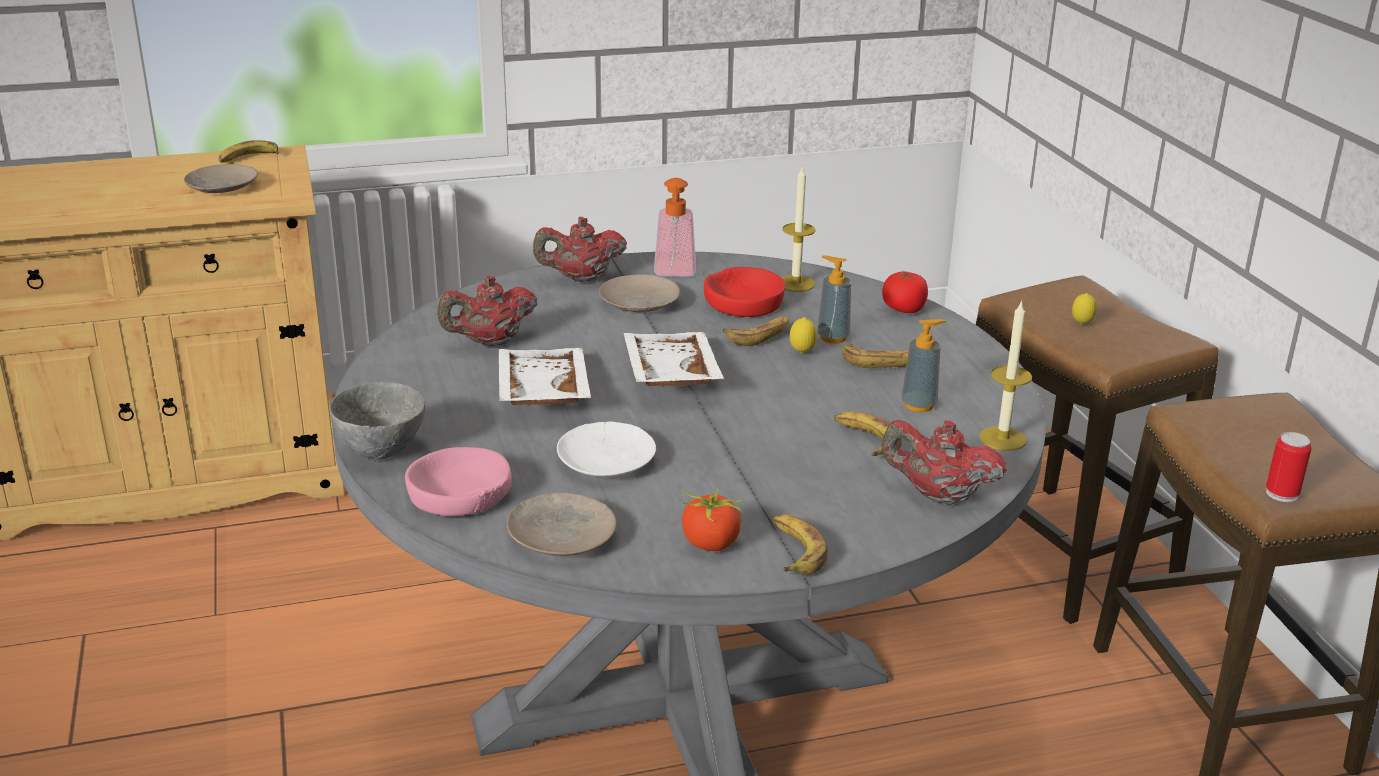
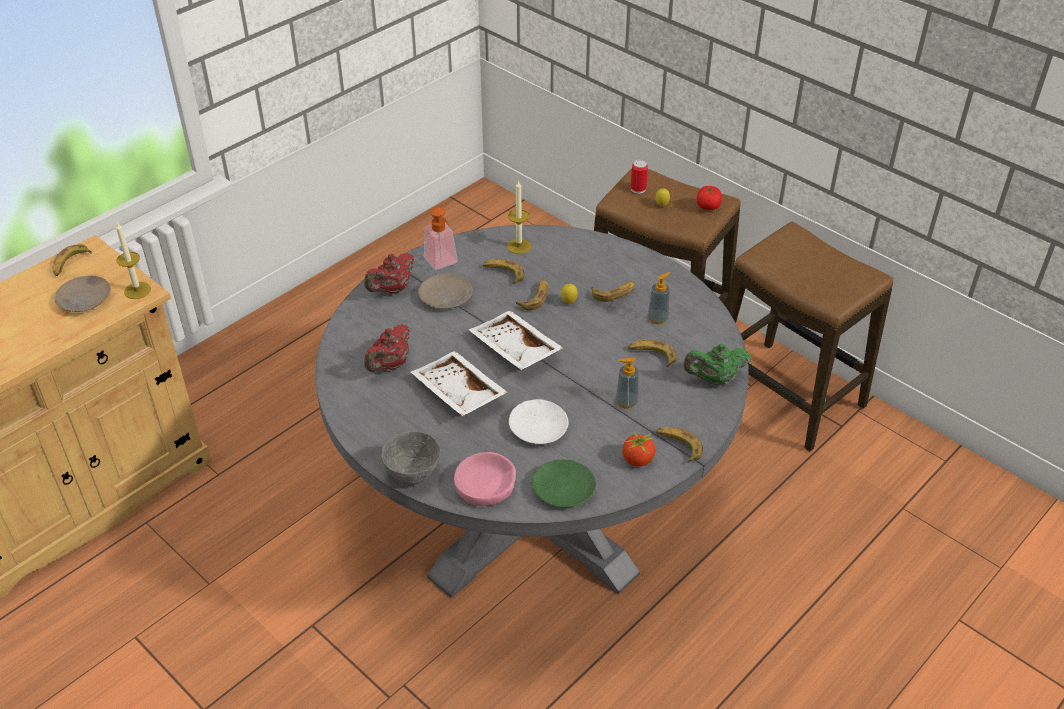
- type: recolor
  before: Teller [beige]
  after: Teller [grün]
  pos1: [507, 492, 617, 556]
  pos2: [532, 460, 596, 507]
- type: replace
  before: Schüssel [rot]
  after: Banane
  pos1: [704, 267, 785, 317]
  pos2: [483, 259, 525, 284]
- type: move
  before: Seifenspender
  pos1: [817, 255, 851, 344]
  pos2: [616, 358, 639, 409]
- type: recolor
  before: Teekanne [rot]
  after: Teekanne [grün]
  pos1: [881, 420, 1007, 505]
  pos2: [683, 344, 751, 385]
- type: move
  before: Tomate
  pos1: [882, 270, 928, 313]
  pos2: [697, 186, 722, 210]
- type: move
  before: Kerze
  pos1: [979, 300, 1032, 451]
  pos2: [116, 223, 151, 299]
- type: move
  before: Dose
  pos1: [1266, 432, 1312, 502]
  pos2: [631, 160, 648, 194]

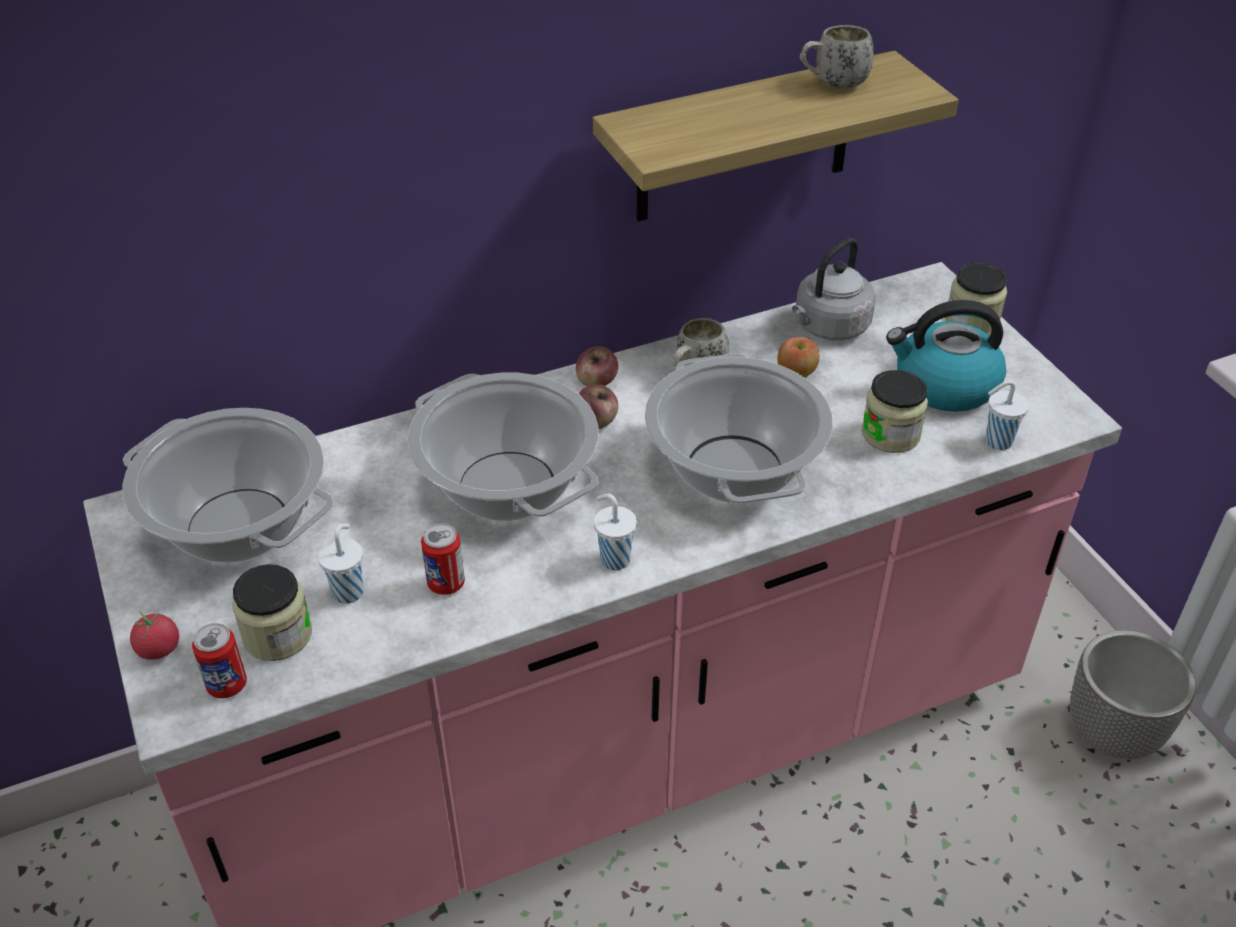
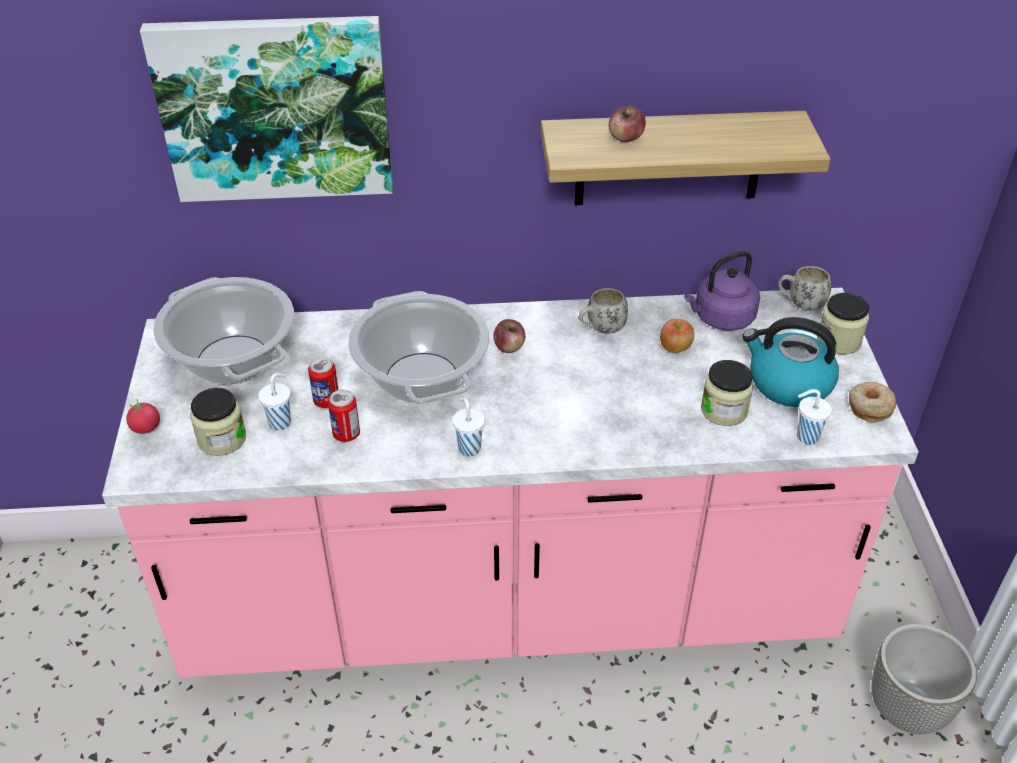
- type: move
  before: Dose
  pos1: [192, 623, 247, 699]
  pos2: [308, 357, 339, 408]
- type: move
  before: Apfel
  pos1: [576, 346, 618, 386]
  pos2: [609, 106, 646, 142]
- type: delete
  before: Kochtopf
  pos1: [645, 353, 833, 504]
- type: recolor
  before: Wasserkessel [grau]
  after: Wasserkessel [lila]
  pos1: [792, 238, 876, 340]
  pos2: [684, 251, 760, 330]
- type: move
  before: Henkelbecher [weiß]
  pos1: [799, 25, 874, 89]
  pos2: [778, 266, 831, 310]
- type: insert
  after: Bild
  pos2: [140, 16, 393, 202]
- type: insert
  after: Donut
  pos2: [849, 382, 896, 422]

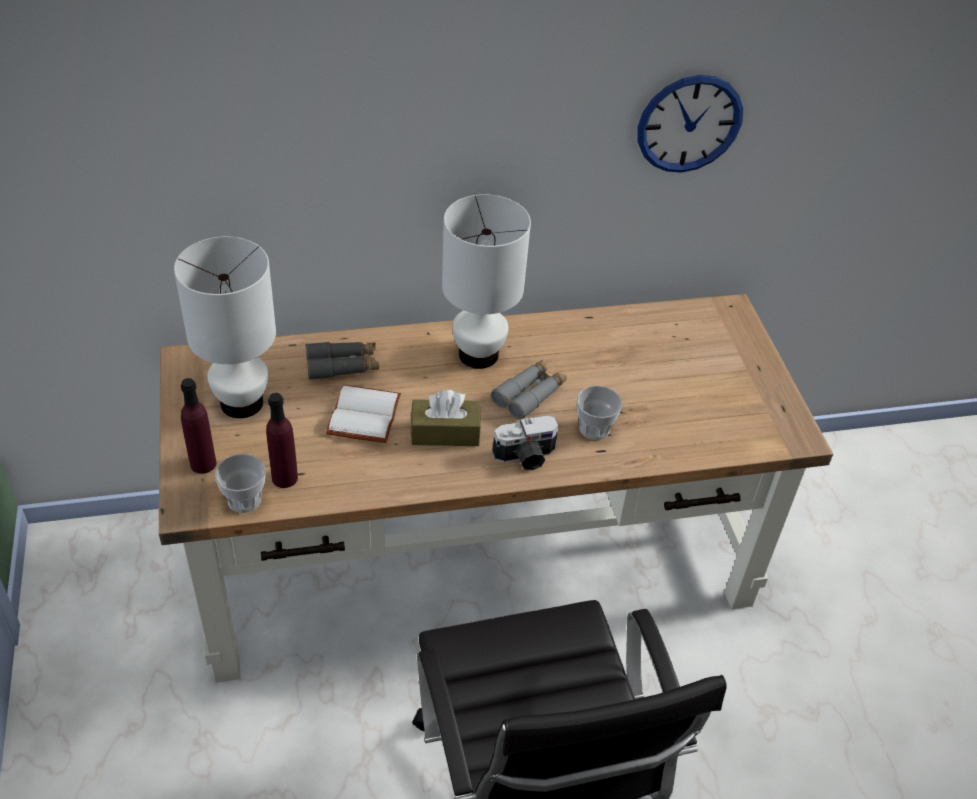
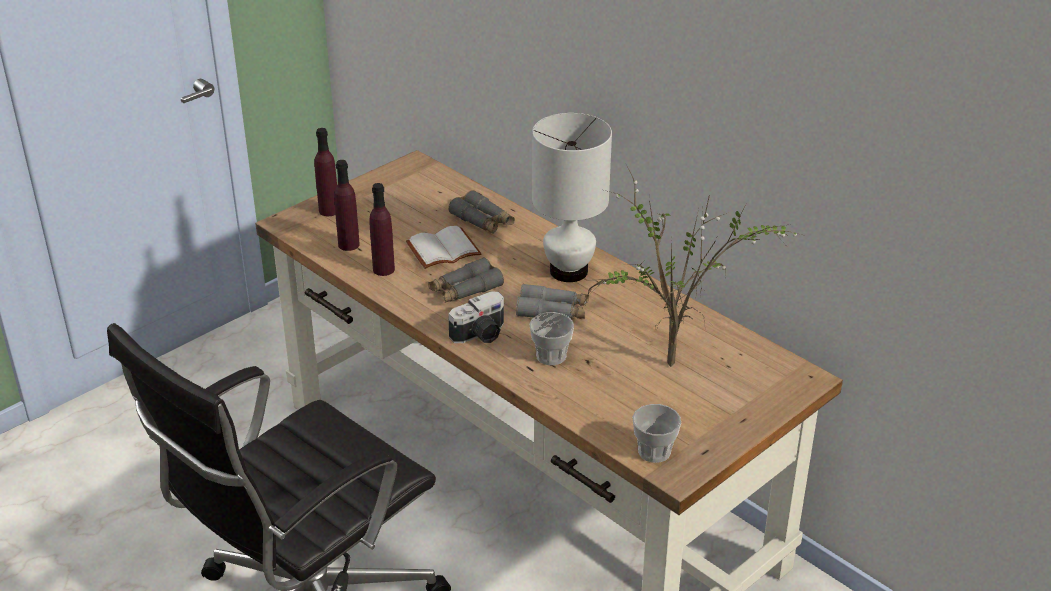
- type: delete
  before: Tischlampe [weiß]
  pos1: [174, 237, 276, 418]
- type: move
  before: Tasse
  pos1: [215, 454, 265, 513]
  pos2: [632, 404, 681, 463]
- type: replace
  before: Taschentuchbox [braun]
  after: Fernglas [grau]
  pos1: [411, 390, 481, 446]
  pos2: [428, 257, 504, 303]
- type: rotate
  before: Kamera
  pos1: [492, 415, 559, 470]
  pos2: [448, 291, 504, 343]
  turn: -75
- type: delete
  before: Wanduhr
  pos1: [637, 75, 743, 173]
- type: insert
  after: Flasche [lila]
  pos2: [369, 183, 395, 276]
- type: insert
  after: Topfpflanze
  pos2: [585, 168, 797, 367]

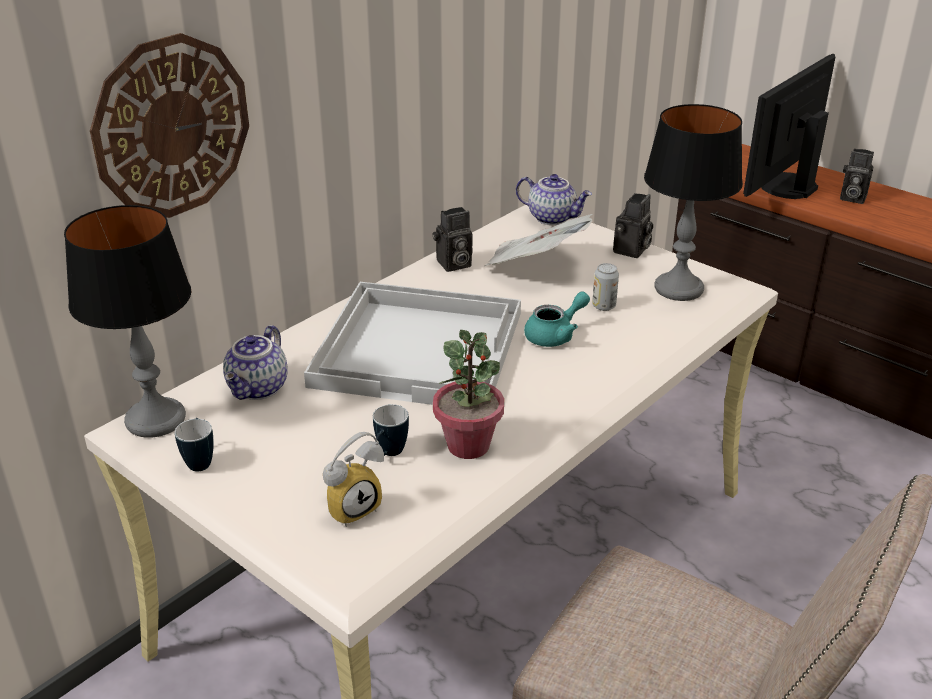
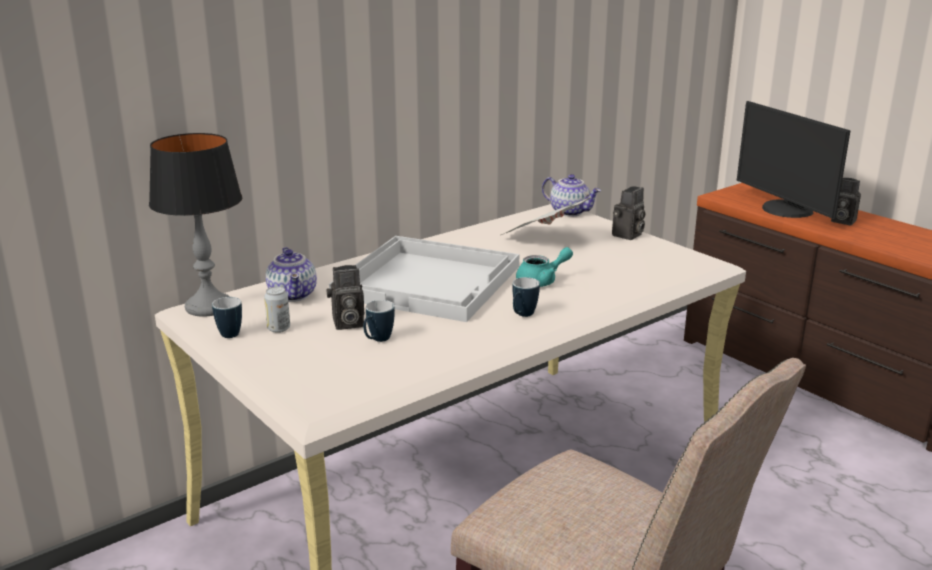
- type: delete
  before: Wanduhr
  pos1: [90, 33, 249, 218]
- type: rotate
  before: Teekanne
  pos1: [223, 325, 288, 400]
  pos2: [266, 247, 317, 302]
  turn: -45
- type: delete
  before: Wecker
  pos1: [323, 432, 384, 527]
- type: move
  before: Kamera
  pos1: [432, 207, 473, 272]
  pos2: [326, 265, 364, 330]
- type: delete
  before: Topfpflanze
  pos1: [433, 330, 504, 459]
- type: move
  before: Dose
  pos1: [592, 263, 619, 311]
  pos2: [264, 286, 290, 333]
- type: delete
  before: Tischlampe
  pos1: [644, 104, 743, 301]
- type: rotate
  before: Monitor
  pos1: [743, 54, 835, 199]
  pos2: [737, 101, 850, 219]
  turn: -75
- type: insert
  after: Henkelbecher
  pos2: [512, 277, 540, 317]

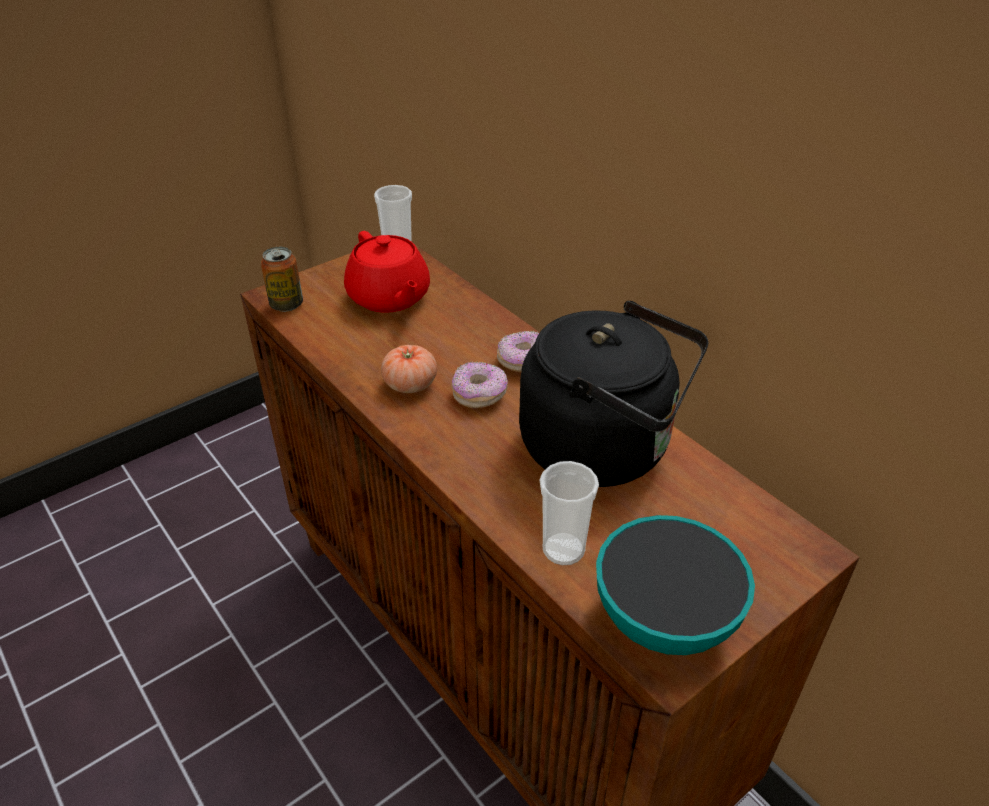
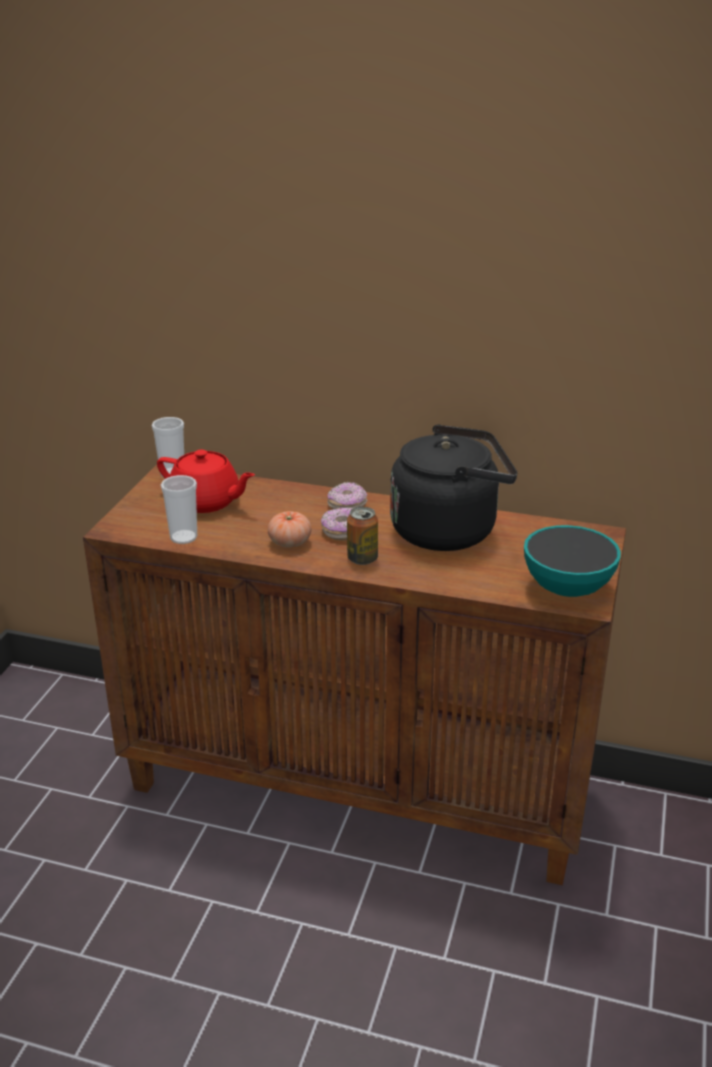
- type: move
  before: Dose
  pos1: [261, 247, 303, 312]
  pos2: [347, 507, 378, 565]
- type: move
  before: Tasse
  pos1: [539, 461, 599, 565]
  pos2: [161, 475, 197, 544]

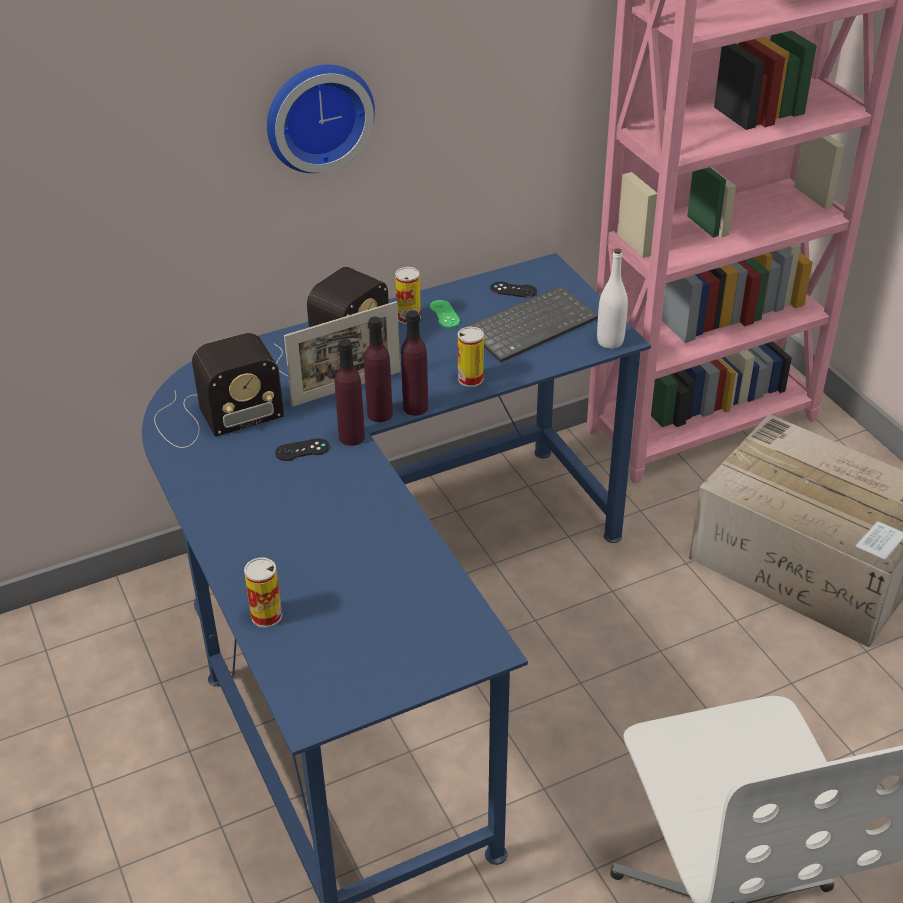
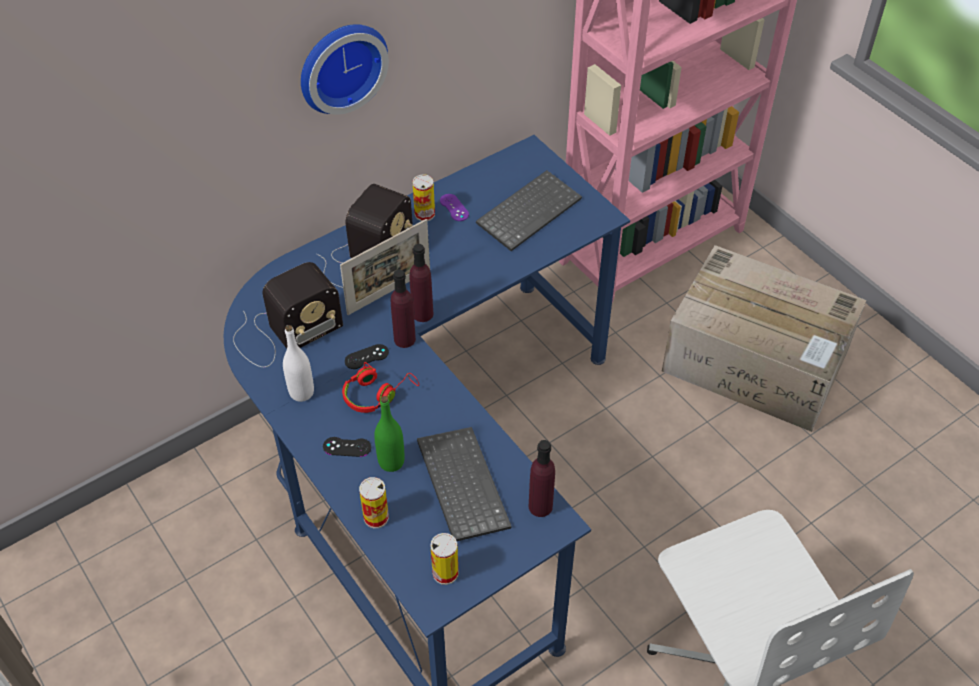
- type: move
  before: Flasche [lila]
  pos1: [401, 310, 428, 416]
  pos2: [528, 440, 555, 517]
- type: recolor
  before: Gamepad [grün]
  after: Gamepad [lila]
  pos1: [430, 300, 460, 328]
  pos2: [440, 194, 469, 221]
- type: move
  before: Dose
  pos1: [458, 327, 484, 387]
  pos2: [430, 533, 459, 585]
- type: move
  before: Gamepad [schwarz]
  pos1: [490, 281, 537, 298]
  pos2: [323, 437, 371, 457]
- type: move
  before: Flasche [weiß]
  pos1: [597, 248, 628, 349]
  pos2: [283, 325, 314, 402]
- type: insert
  after: Kopfhörer [rot]
  pos2: [342, 362, 419, 413]
- type: insert
  after: Flasche [grün]
  pos2: [374, 396, 405, 472]
- type: insert
  after: Tastatur
  pos2: [417, 427, 512, 541]

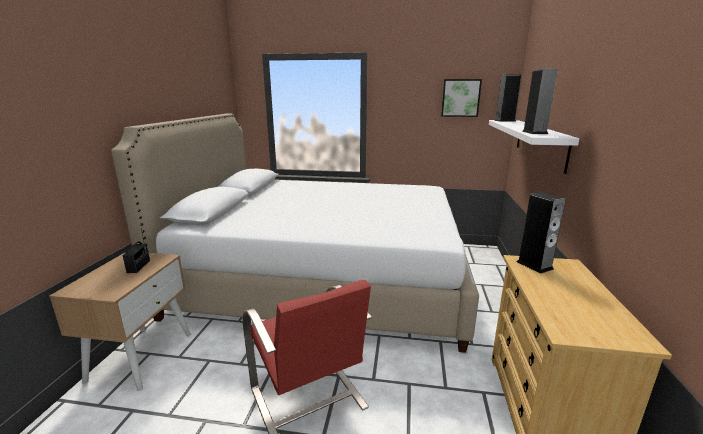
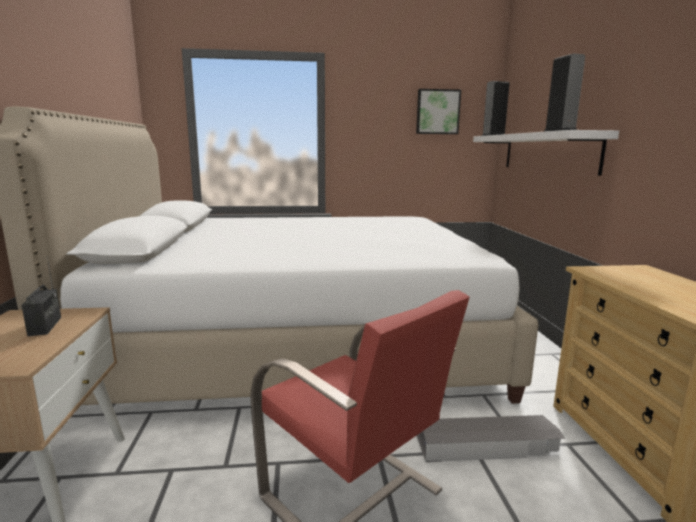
- type: delete
  before: Lautsprecher
  pos1: [516, 192, 566, 274]
- type: insert
  after: Aufbewahrungsbox [grau]
  pos2: [417, 415, 565, 462]

